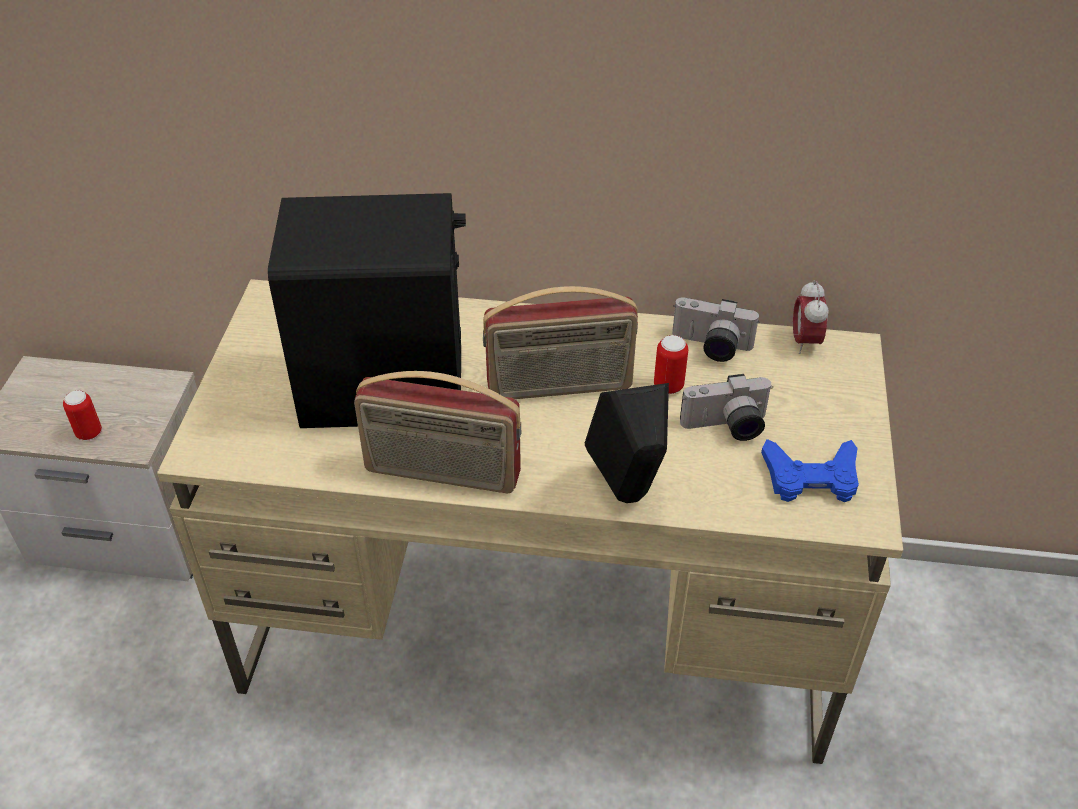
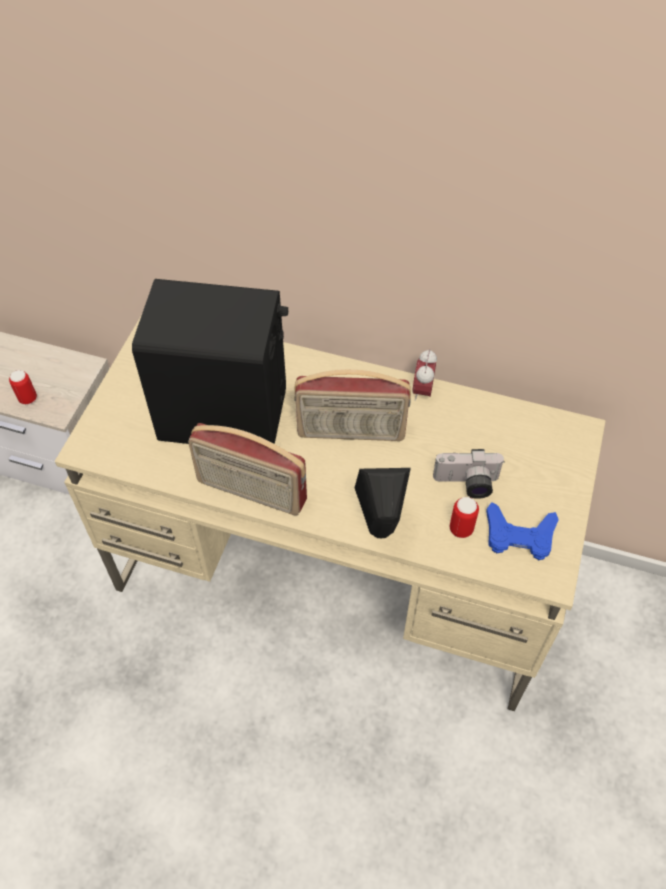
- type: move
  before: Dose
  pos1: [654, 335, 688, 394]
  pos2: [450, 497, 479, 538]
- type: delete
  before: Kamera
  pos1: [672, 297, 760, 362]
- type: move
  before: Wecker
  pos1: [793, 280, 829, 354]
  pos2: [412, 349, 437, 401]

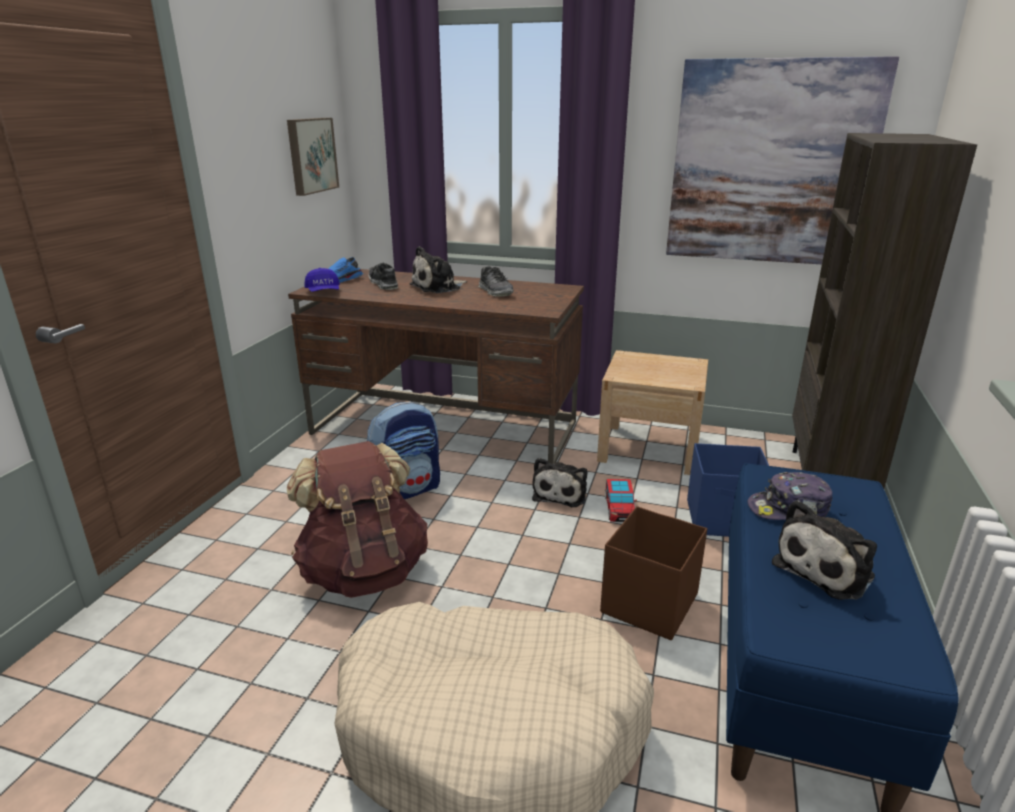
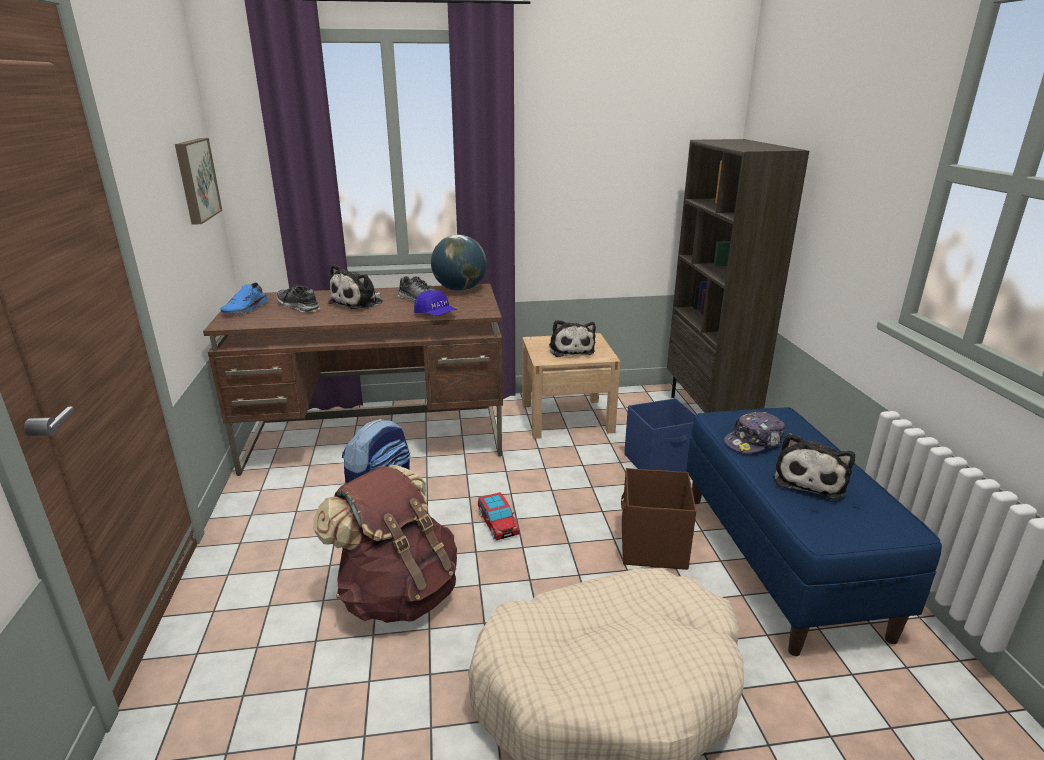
- type: move
  before: Kappe [blau]
  pos1: [304, 268, 340, 292]
  pos2: [414, 290, 457, 316]
- type: move
  before: Plüschtier
  pos1: [532, 458, 587, 507]
  pos2: [549, 320, 596, 357]
- type: move
  before: Spielzeugauto
  pos1: [605, 479, 637, 522]
  pos2: [478, 492, 519, 540]
- type: delete
  before: Bild
  pos1: [666, 56, 899, 264]
- type: insert
  after: Globus
  pos2: [431, 235, 487, 291]

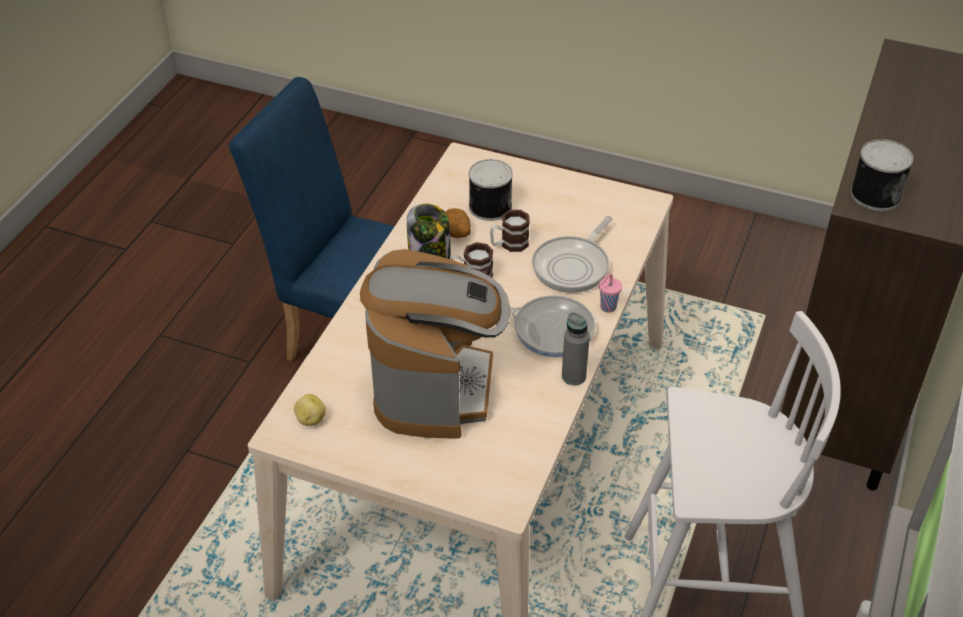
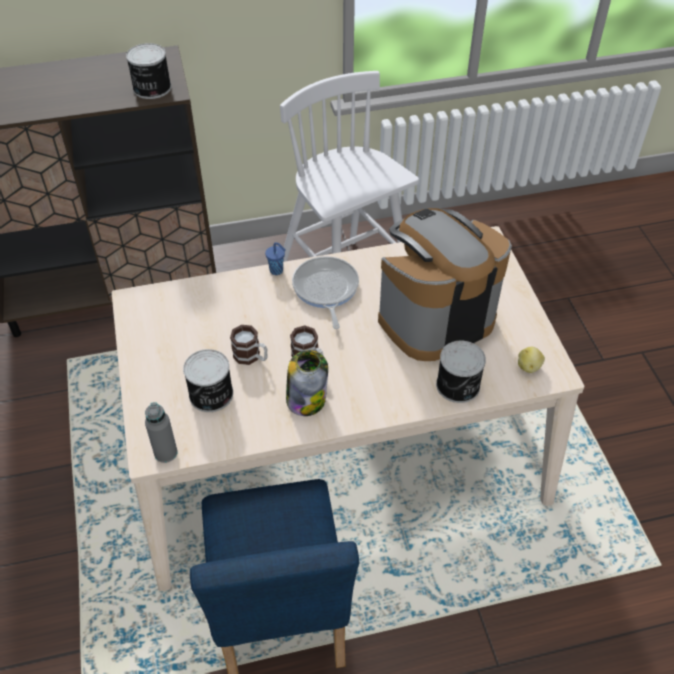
- type: delete
  before: Kartoffel
  pos1: [446, 208, 471, 238]
- type: delete
  before: Pfanne
  pos1: [532, 216, 613, 293]
- type: move
  before: Flasche [grau]
  pos1: [562, 312, 590, 385]
  pos2: [145, 402, 178, 463]
- type: recolor
  before: Tasse [rosa]
  after: Tasse [blau]
  pos1: [599, 273, 622, 313]
  pos2: [265, 242, 286, 275]
- type: insert
  after: Dose
  pos2: [436, 341, 486, 403]

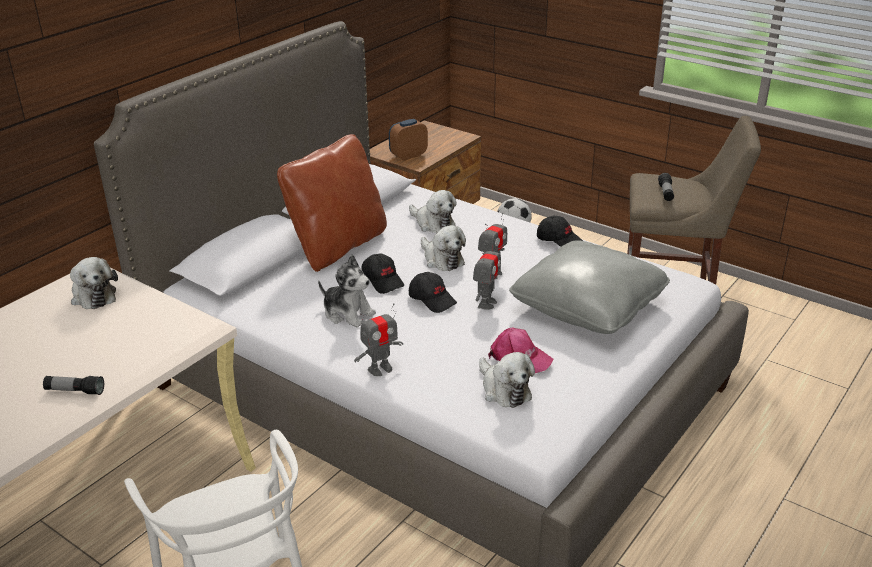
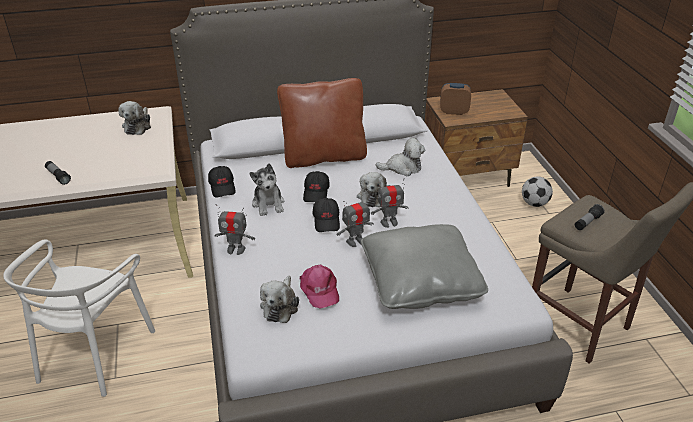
- type: rotate
  before: Plüschtier
  pos1: [409, 190, 457, 233]
  pos2: [375, 138, 425, 176]
  turn: -90
- type: move
  before: Kappe [schwarz]
  pos1: [537, 216, 583, 247]
  pos2: [208, 166, 236, 198]

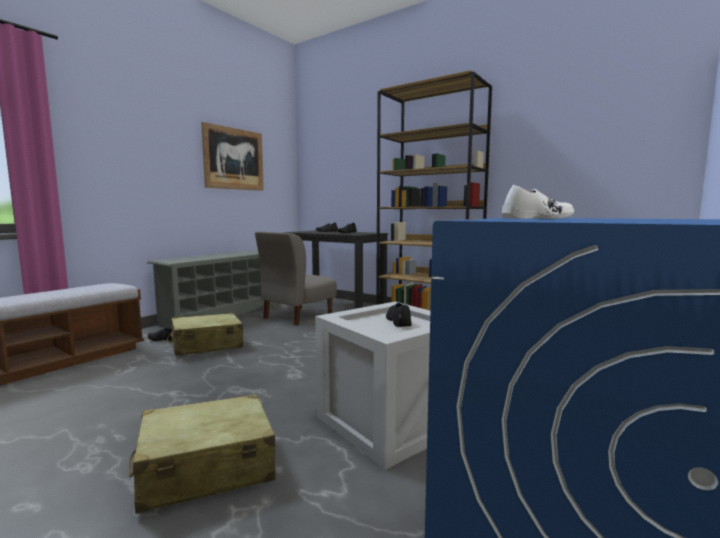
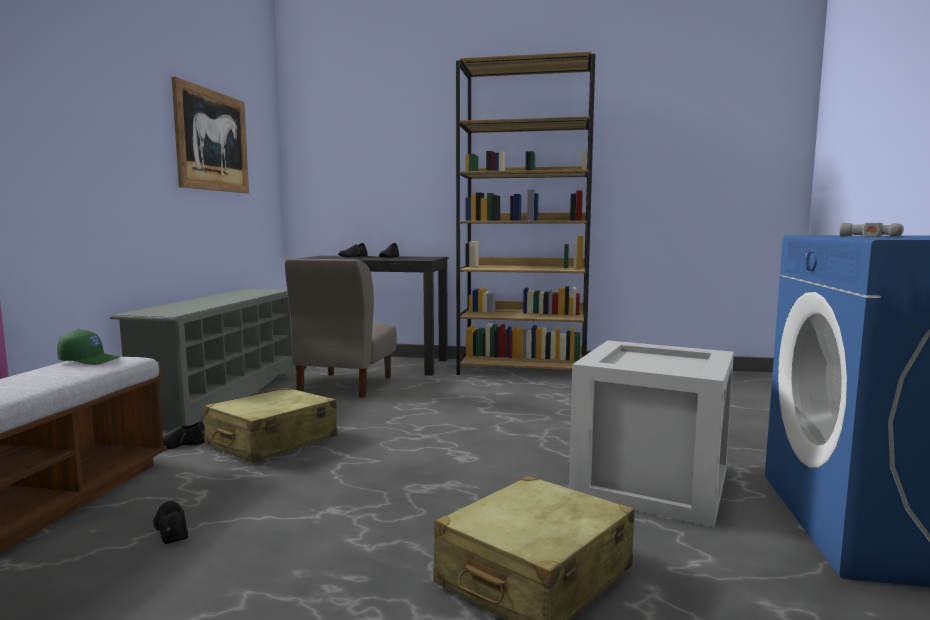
- type: move
  before: Schuh [schwarz]
  pos1: [386, 303, 412, 327]
  pos2: [153, 501, 188, 544]
- type: replace
  before: Schuh [weiß]
  after: Hammer
  pos1: [502, 185, 574, 219]
  pos2: [840, 222, 904, 237]
- type: insert
  after: Kappe [grün]
  pos2: [57, 329, 120, 365]

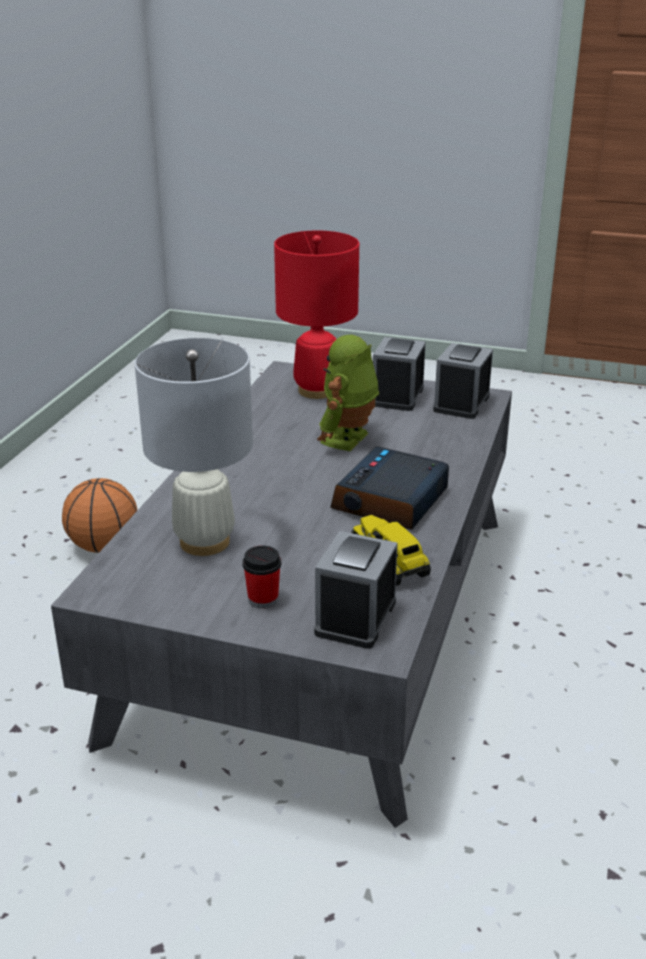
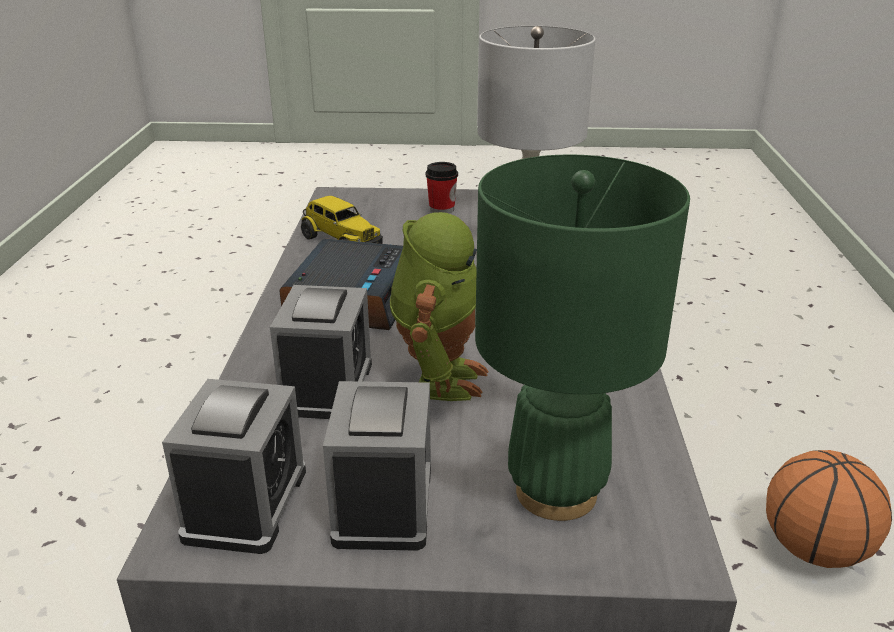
- type: recolor
  before: Tischlampe [rot]
  after: Tischlampe [grün]
  pos1: [274, 231, 359, 399]
  pos2: [475, 155, 690, 521]
- type: move
  before: Wecker
  pos1: [314, 531, 398, 649]
  pos2: [270, 285, 372, 419]

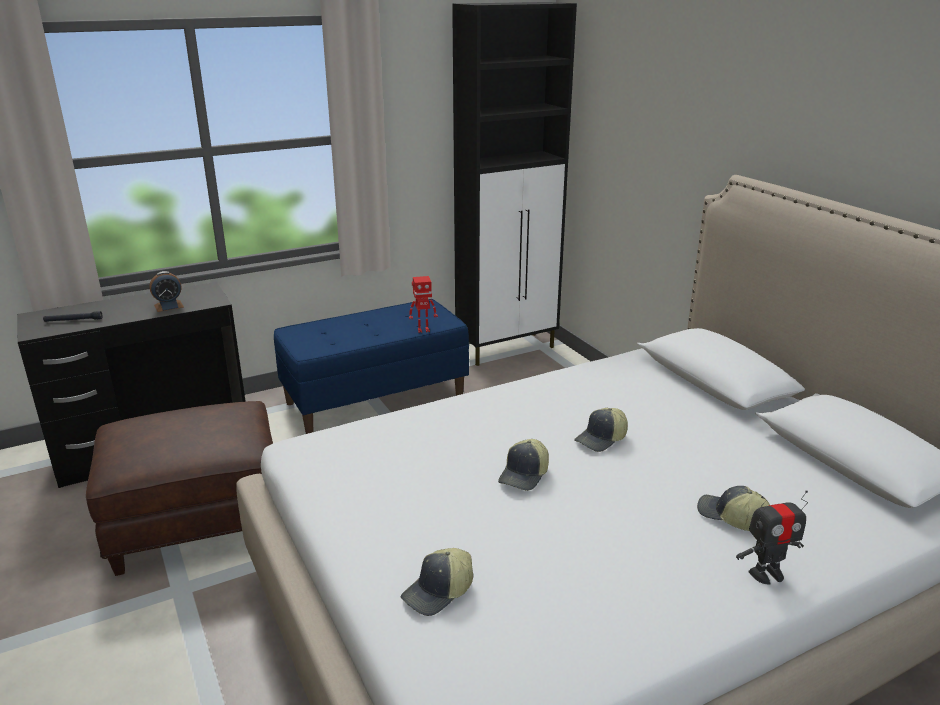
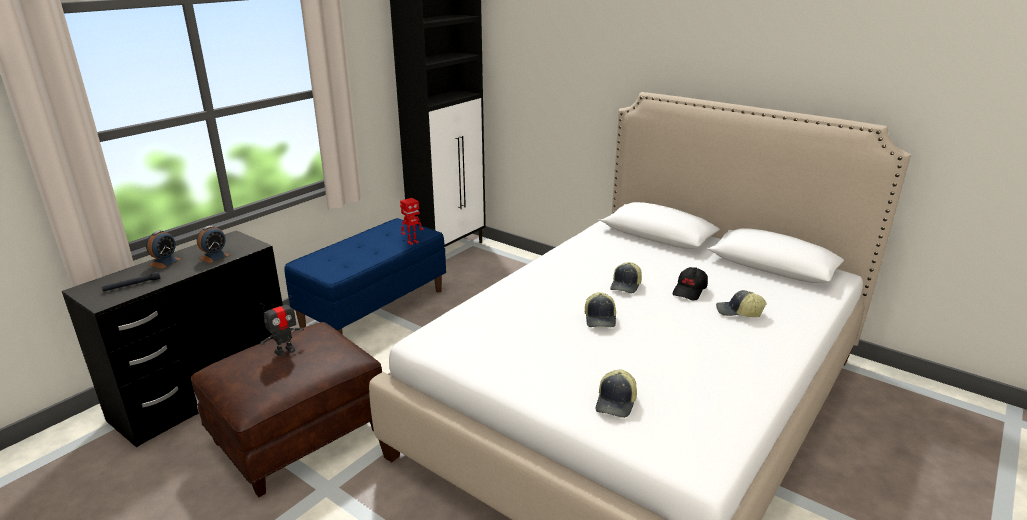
- type: move
  before: Spielzeugroboter
  pos1: [736, 490, 808, 584]
  pos2: [260, 295, 304, 356]
- type: insert
  after: Wecker
  pos2: [146, 230, 181, 269]
- type: insert
  after: Kappe [schwarz]
  pos2: [673, 267, 708, 301]

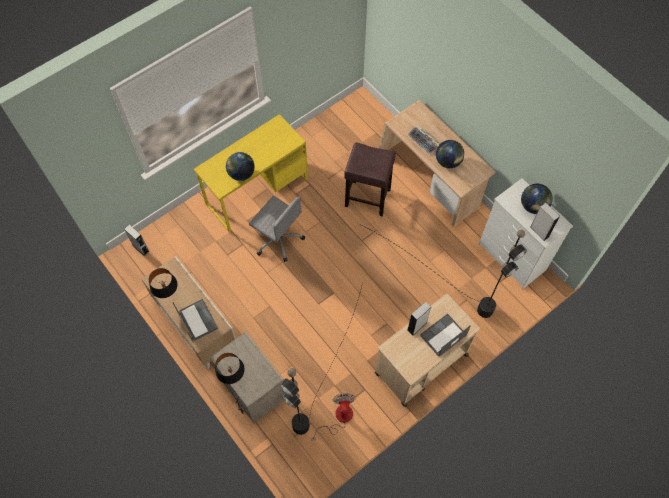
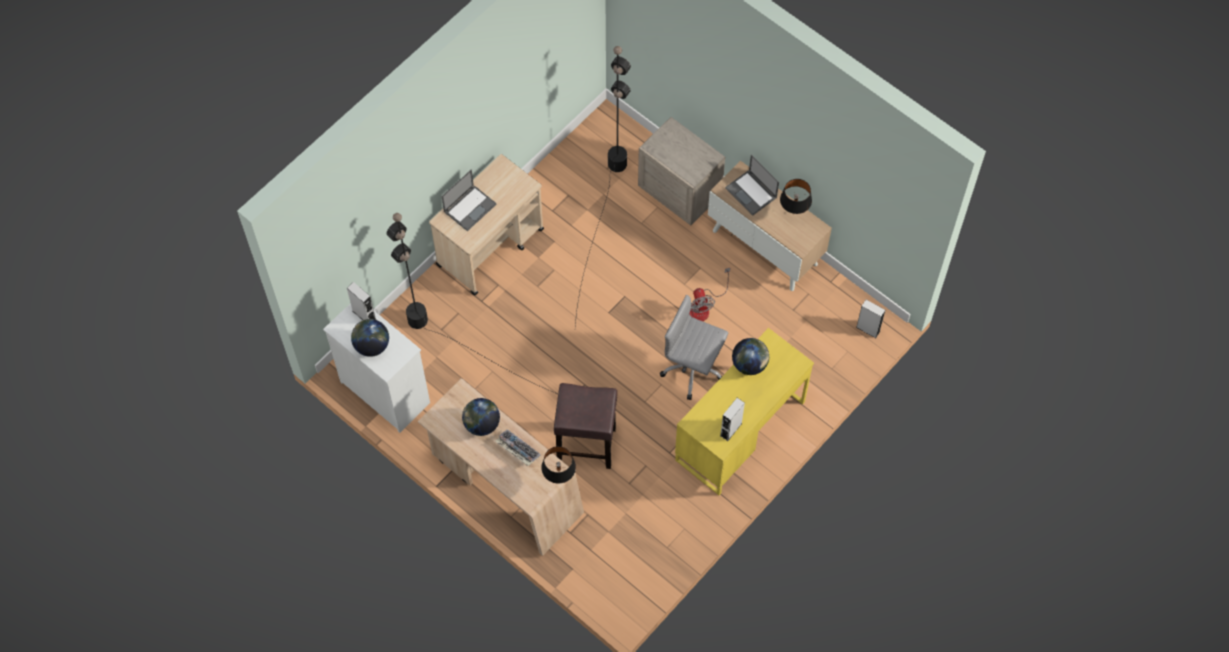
- type: move
  before: Tischlampe [schwarz]
  pos1: [215, 353, 245, 384]
  pos2: [541, 446, 576, 484]
- type: move
  before: Ventilator
  pos1: [311, 393, 355, 440]
  pos2: [689, 268, 730, 321]
- type: move
  before: Lautsprecher [grau]
  pos1: [407, 301, 431, 335]
  pos2: [720, 398, 745, 441]

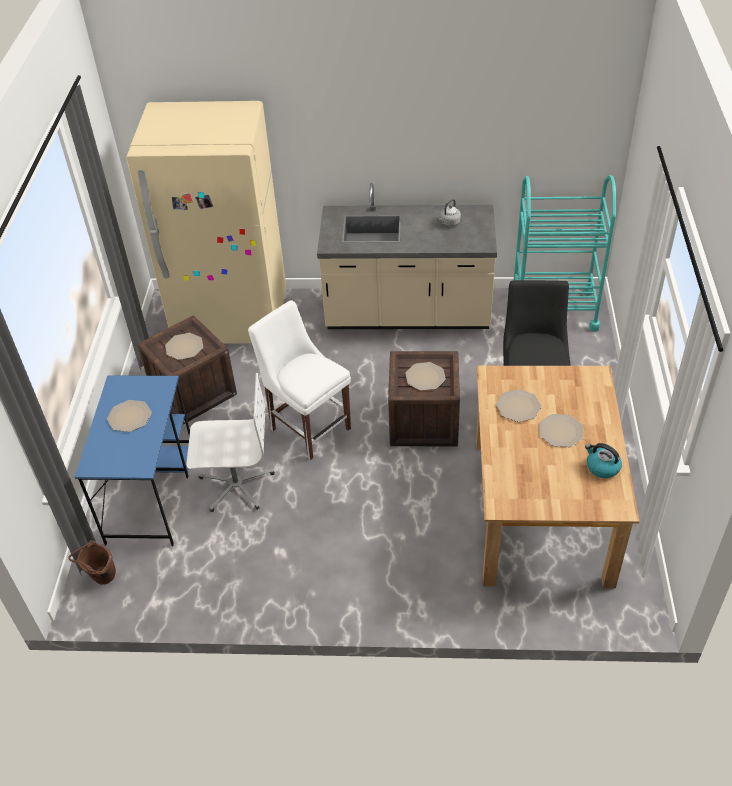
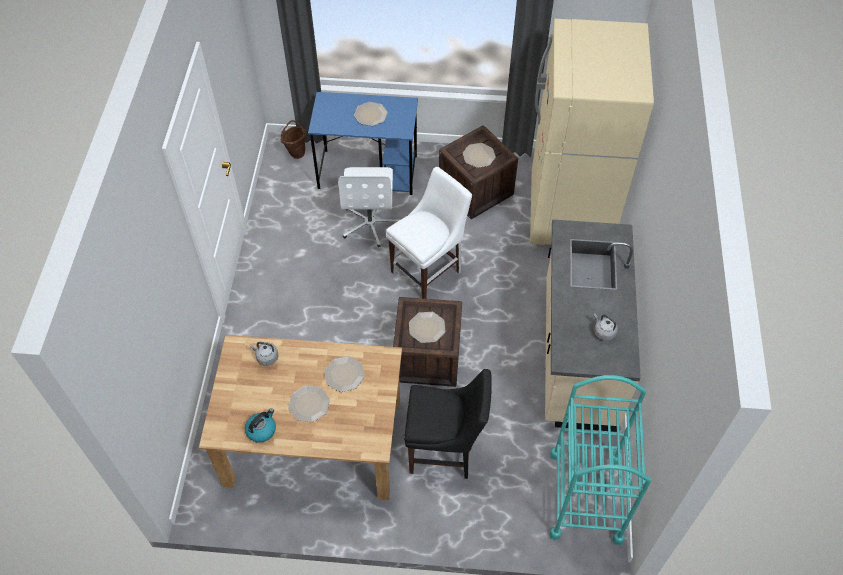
- type: insert
  after: Wasserkessel [grau]
  pos2: [250, 342, 279, 366]

